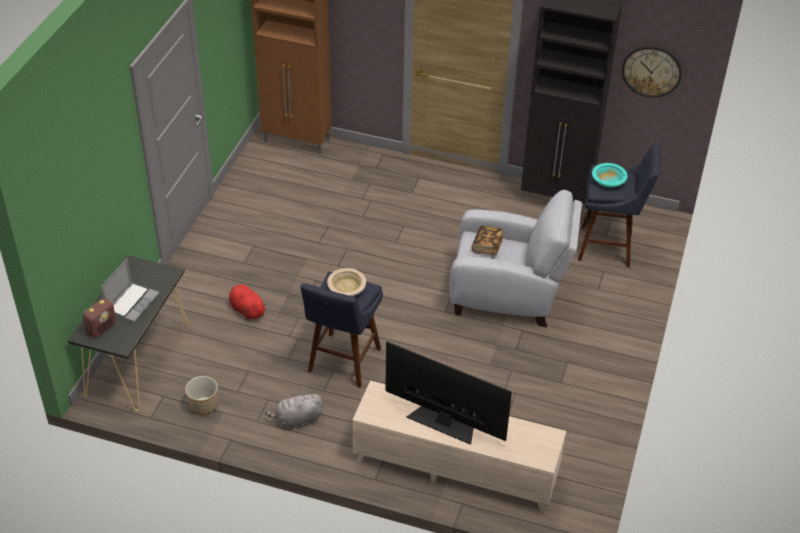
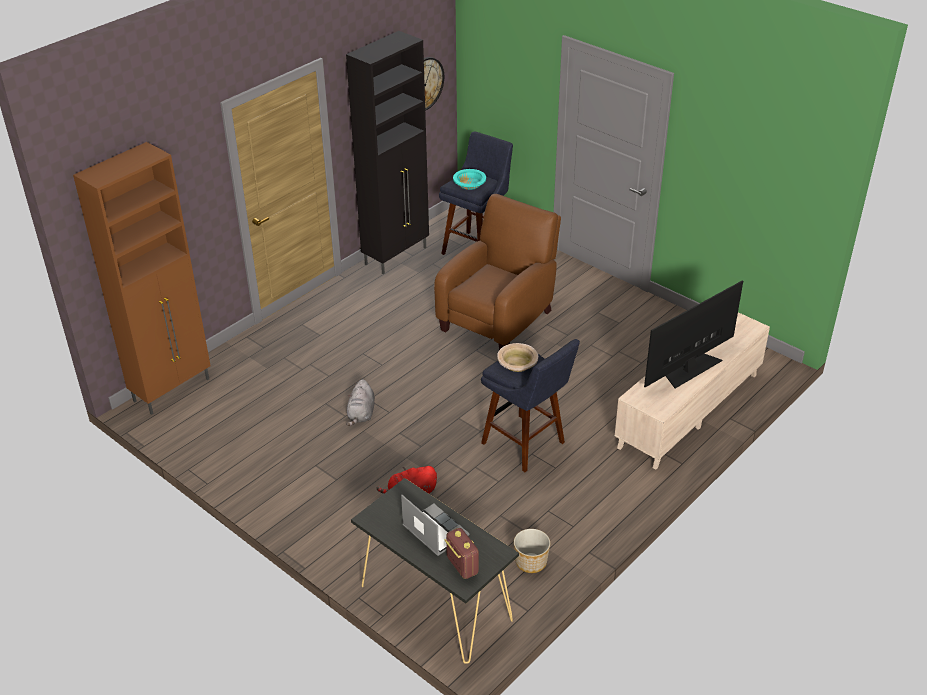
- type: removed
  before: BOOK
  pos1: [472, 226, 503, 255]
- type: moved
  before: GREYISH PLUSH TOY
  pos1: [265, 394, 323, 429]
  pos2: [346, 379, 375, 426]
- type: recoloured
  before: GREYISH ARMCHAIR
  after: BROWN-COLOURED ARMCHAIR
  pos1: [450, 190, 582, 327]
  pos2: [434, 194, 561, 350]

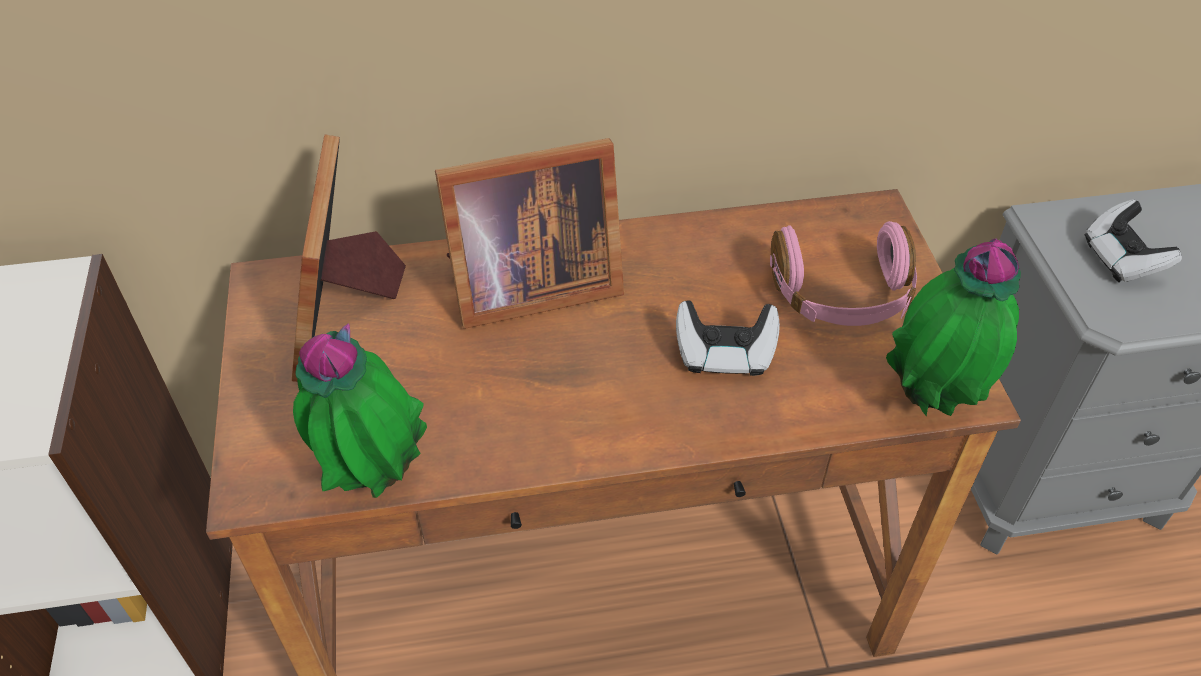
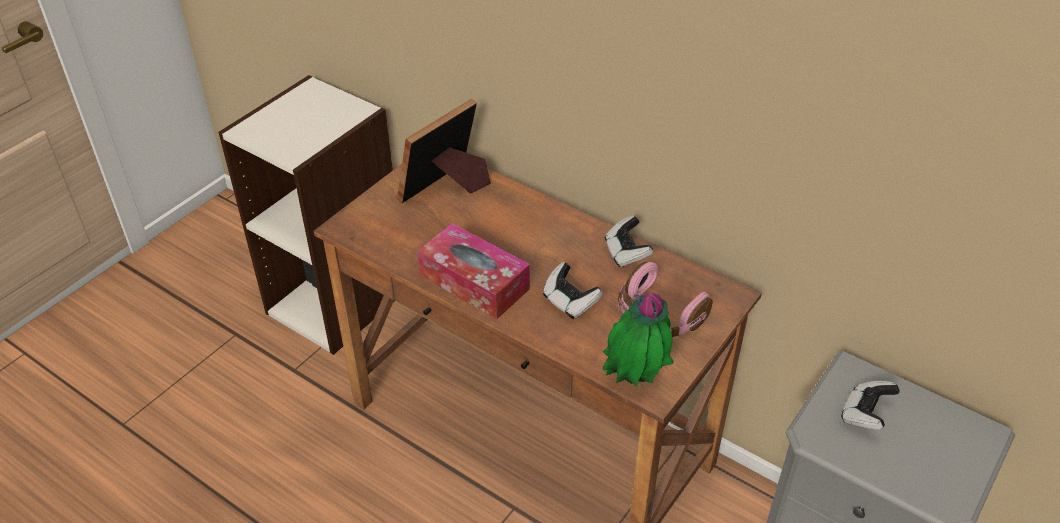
- type: removed
  before: PLANT IN A POT
  pos1: [293, 323, 427, 498]
- type: removed
  before: STANDING FRAME
  pos1: [435, 138, 624, 329]
- type: added
  after: BOX OF TISSUES
  pos2: [417, 223, 530, 319]
- type: added
  after: JOYPAD
  pos2: [605, 216, 653, 267]

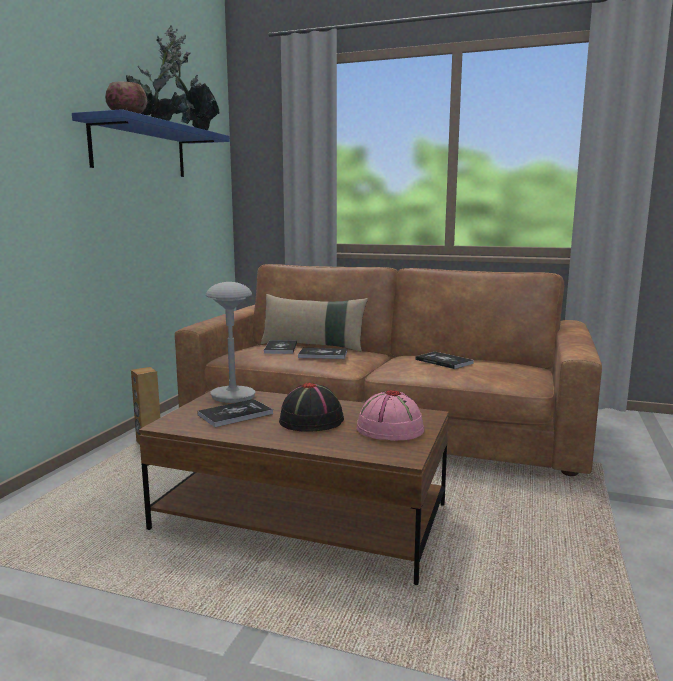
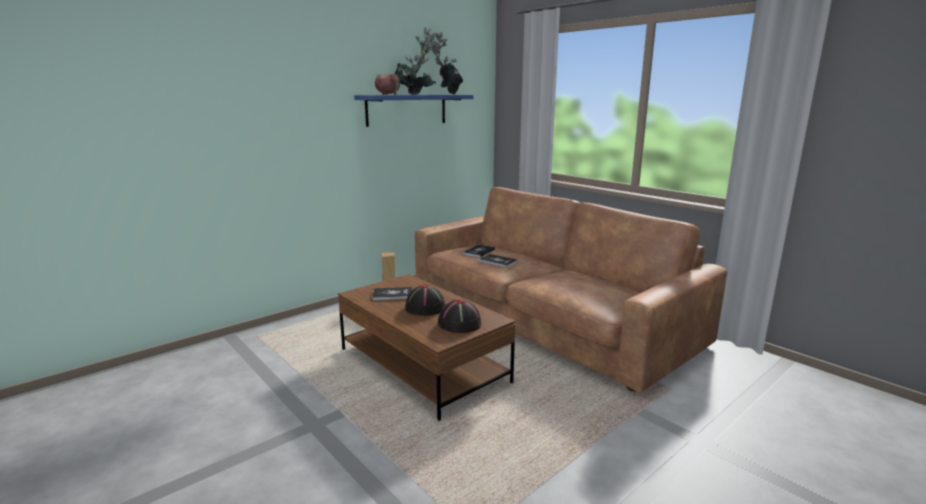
- type: removed
  before: GREYISH LAMP FOR A TABLE
  pos1: [206, 282, 256, 403]
- type: removed
  before: BEIGE PILLOW
  pos1: [261, 294, 368, 351]
- type: removed
  before: BOOK
  pos1: [415, 352, 474, 369]
- type: recoloured
  before: PINK HAT
  after: BLACK-COLOURED HAT
  pos1: [357, 390, 424, 441]
  pos2: [438, 299, 481, 333]

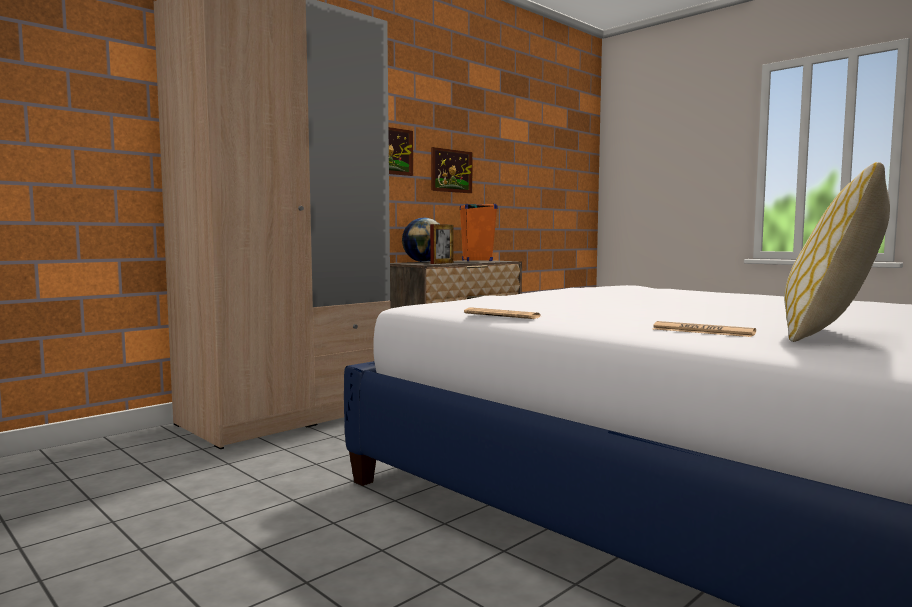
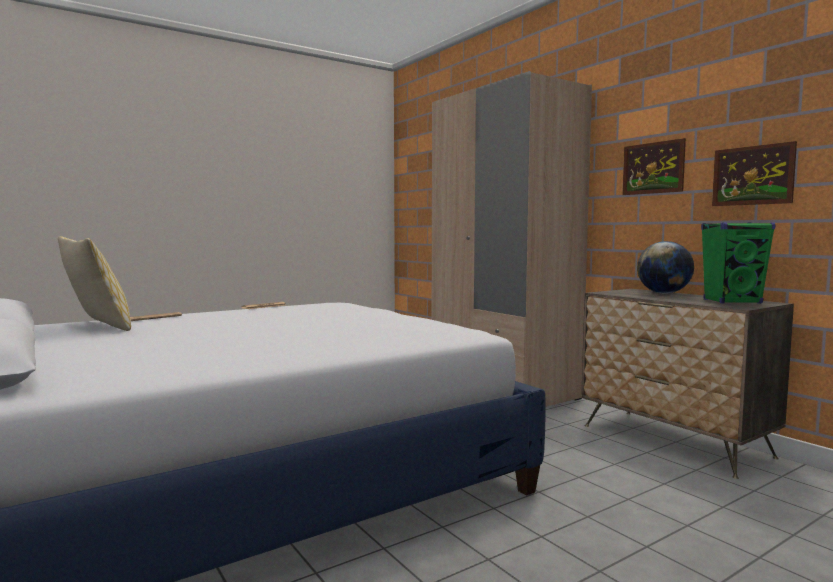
- type: removed
  before: STANDING FRAME
  pos1: [430, 224, 454, 264]
- type: recoloured
  before: ORANGE SPEAKER
  after: GREEN SPEAKER
  pos1: [460, 204, 498, 261]
  pos2: [701, 222, 776, 304]

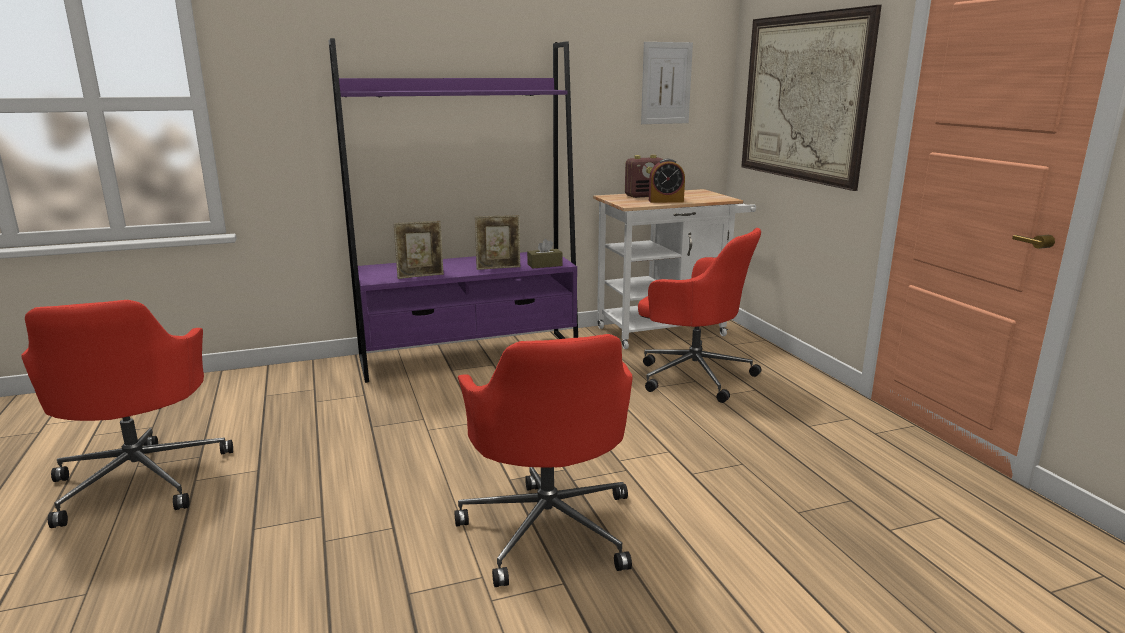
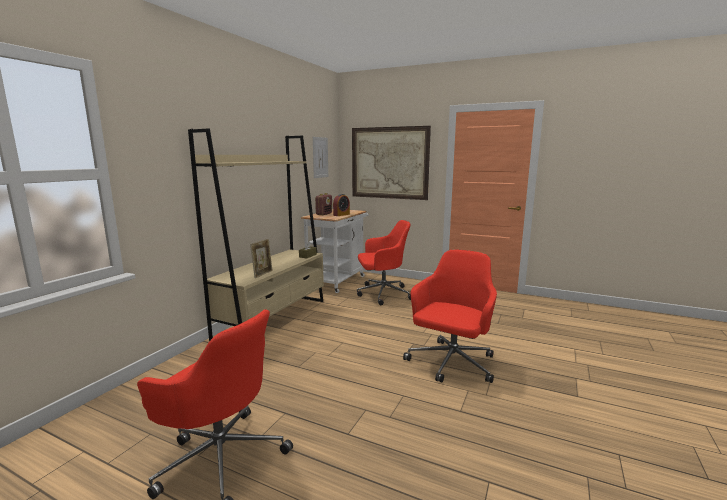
- type: removed
  before: STANDING FRAME
  pos1: [475, 215, 520, 270]
- type: recoloured
  before: PURPLE-COLOURED SHELVING UNIT
  after: BEIGE SHELVING UNIT
  pos1: [329, 38, 578, 383]
  pos2: [188, 128, 324, 341]
- type: turned
  before: RED-COLOURED OFFICE CHAIR
  pos1: [455, 334, 633, 587]
  pos2: [403, 250, 497, 383]
  turn: -90

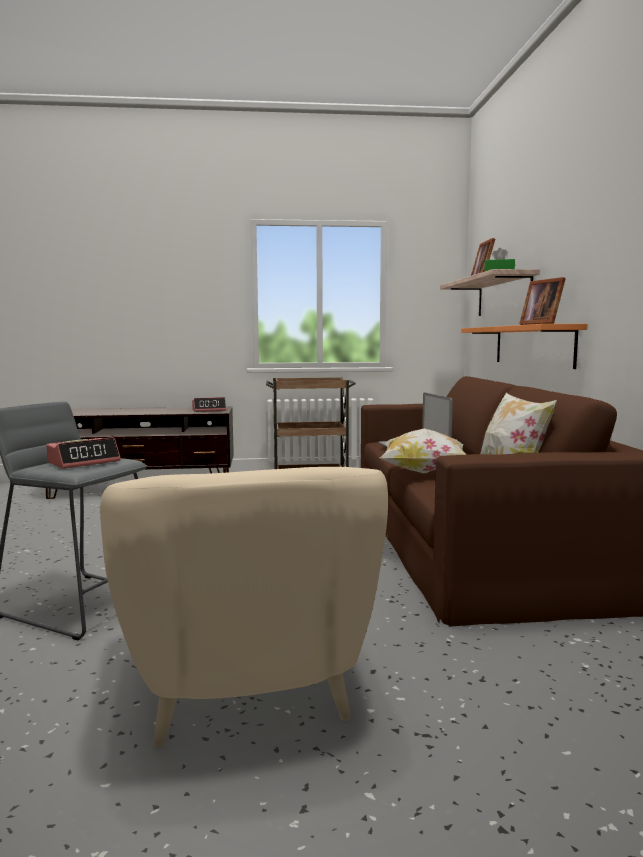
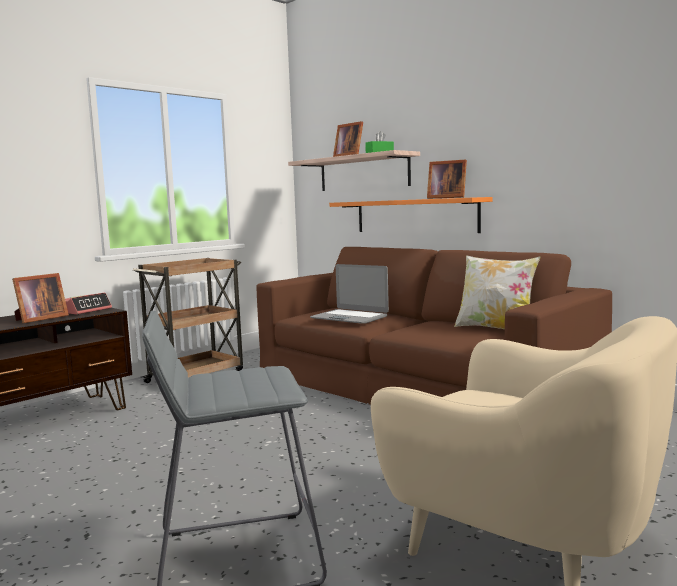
- type: removed
  before: TABLE CLOCK
  pos1: [46, 437, 121, 469]
- type: removed
  before: PILLOW
  pos1: [380, 429, 466, 473]
- type: added
  after: STANDING FRAME
  pos2: [12, 273, 69, 323]

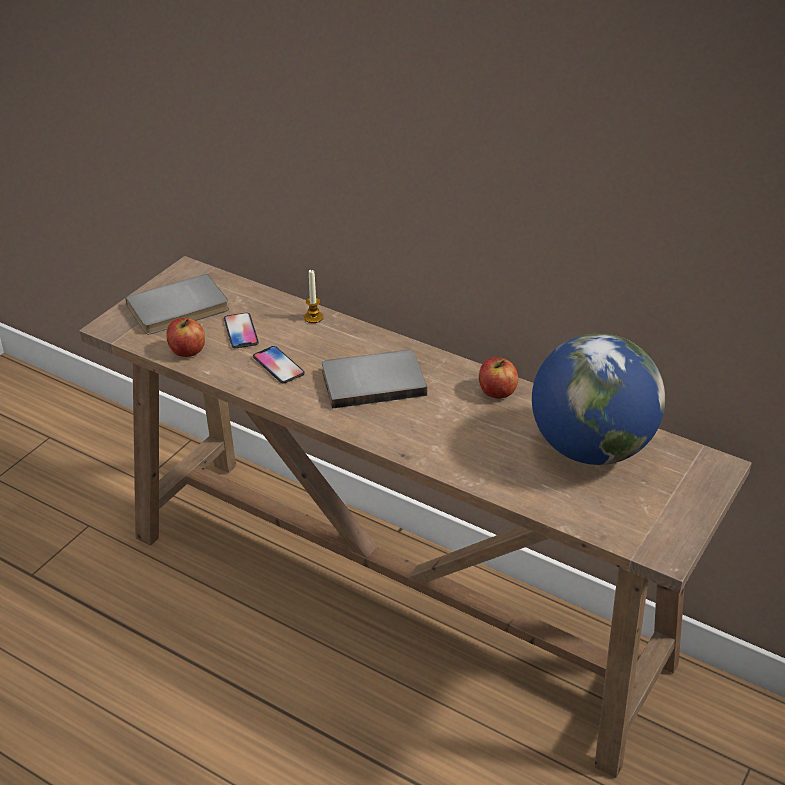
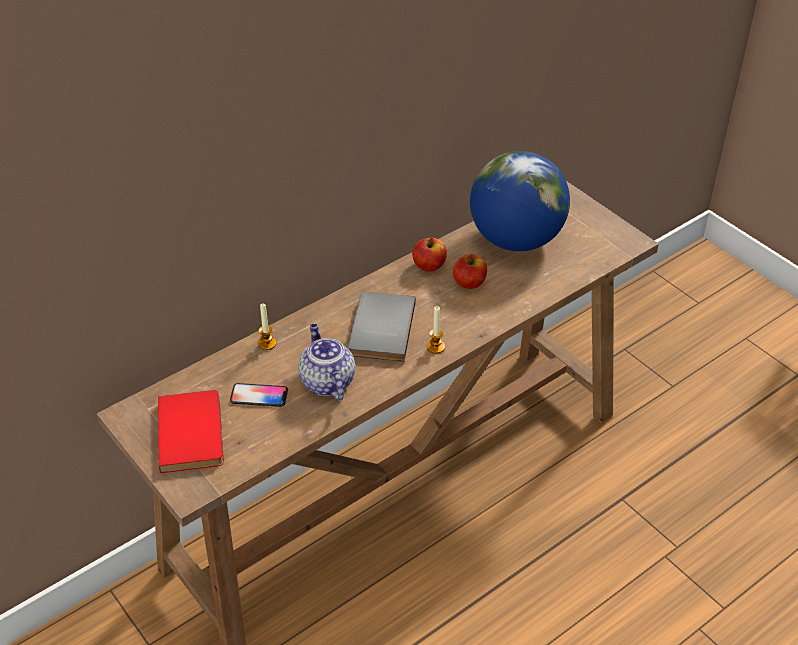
- type: added
  after: CANDLE
  pos2: [427, 306, 445, 354]
- type: moved
  before: APPLE FRUIT
  pos1: [166, 318, 205, 357]
  pos2: [453, 254, 487, 289]
- type: replaced
  before: TELEPHONE
  after: POT FOR TEA
  pos1: [253, 346, 305, 384]
  pos2: [298, 324, 355, 401]
- type: recoloured
  before: GREYISH BOOK
  after: RED-COLOURED BOOK
  pos1: [125, 274, 229, 334]
  pos2: [158, 390, 224, 473]

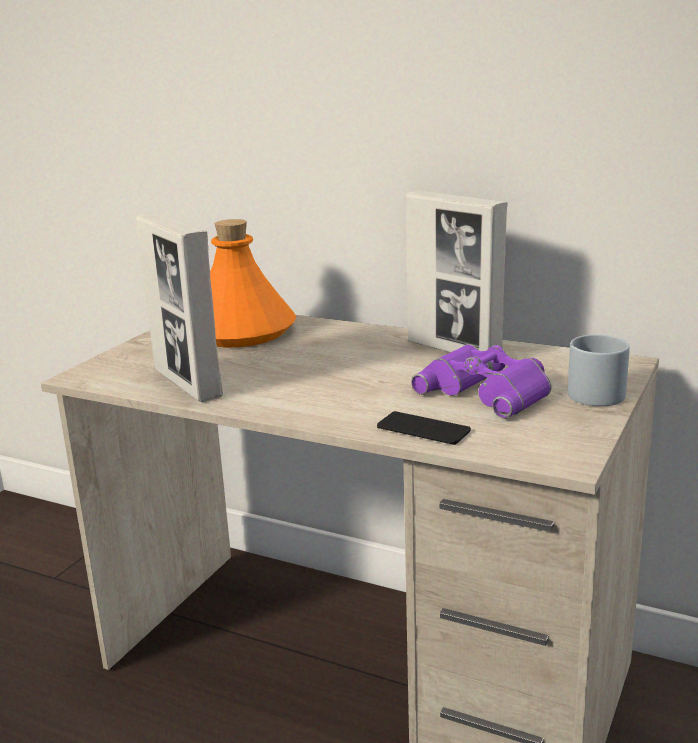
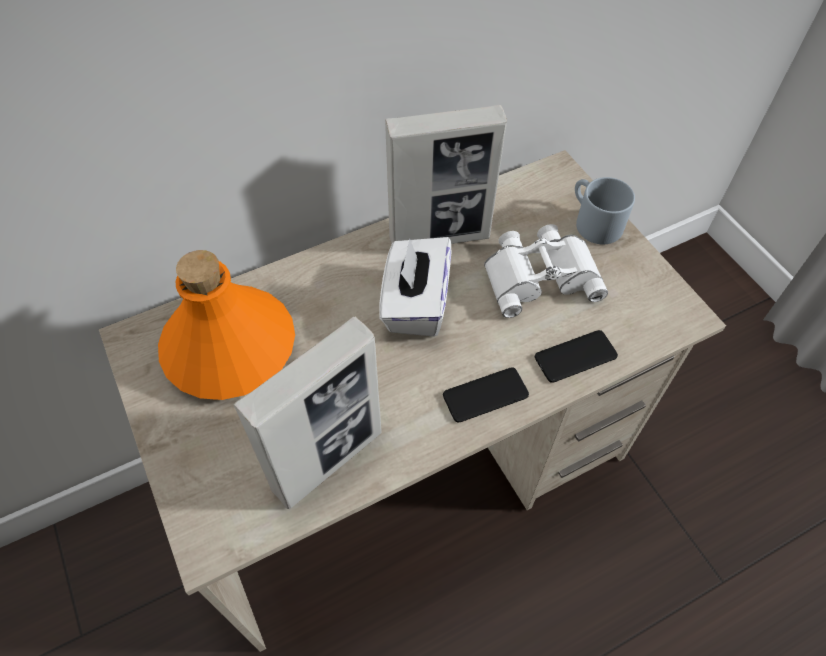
- type: added
  after: WHITE-COLOURED BOX OF TISSUES
  pos2: [380, 237, 451, 337]
- type: added
  after: TELEPHONE
  pos2: [443, 367, 529, 422]
- type: recoloured
  before: PURPLE-COLOURED FIELD GLASSES
  after: WHITE-COLOURED FIELD GLASSES
  pos1: [411, 344, 551, 419]
  pos2: [484, 224, 608, 318]
- type: turned
  before: STANDING FRAME
  pos1: [136, 212, 223, 402]
  pos2: [234, 316, 382, 509]
  turn: -45

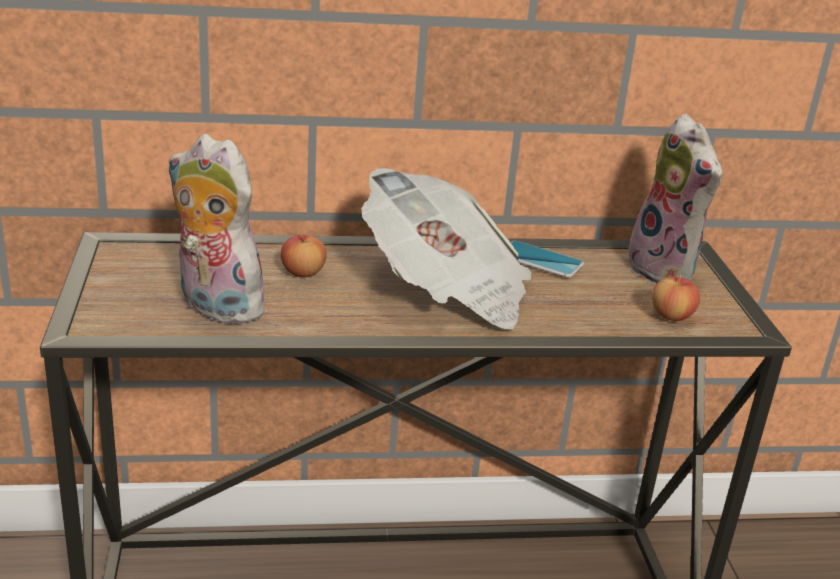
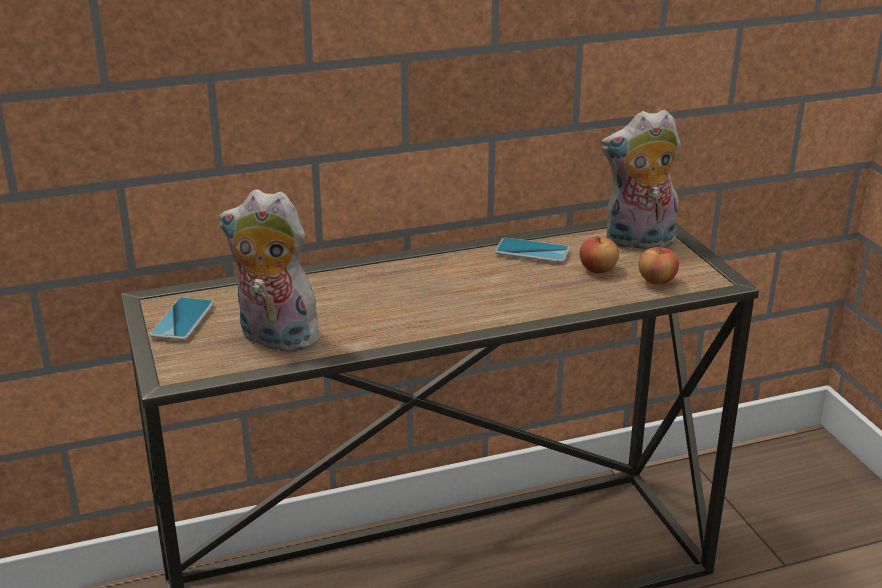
- type: removed
  before: DAILY PAPER
  pos1: [361, 167, 532, 329]
- type: added
  after: TELEPHONE
  pos2: [150, 297, 214, 340]
- type: moved
  before: APPLE FRUIT
  pos1: [281, 233, 327, 277]
  pos2: [580, 235, 619, 273]
- type: turned
  before: PLUSH TOY
  pos1: [623, 114, 722, 284]
  pos2: [601, 109, 681, 249]
  turn: 120

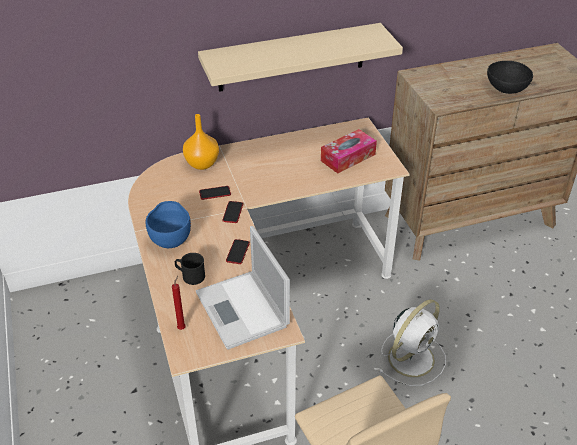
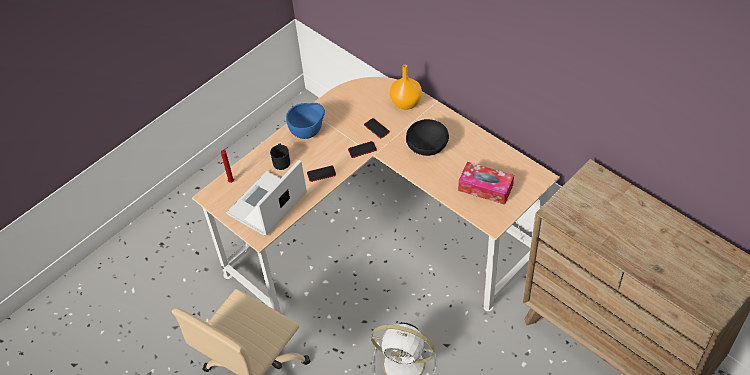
- type: removed
  before: BEIGE WALL SHELF
  pos1: [198, 23, 403, 92]
- type: moved
  before: BLACK-COLOURED SERVING BOWL
  pos1: [487, 61, 533, 94]
  pos2: [406, 119, 449, 156]

